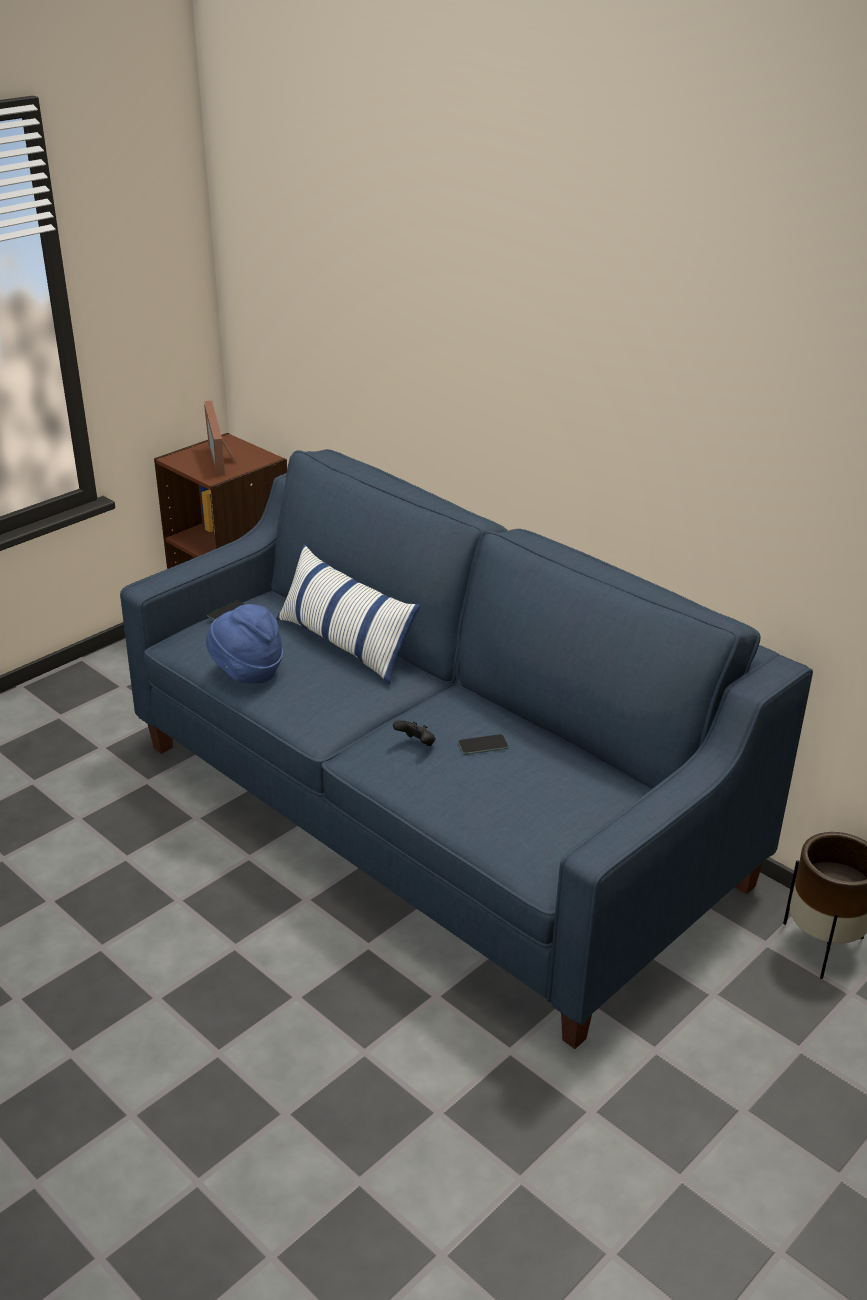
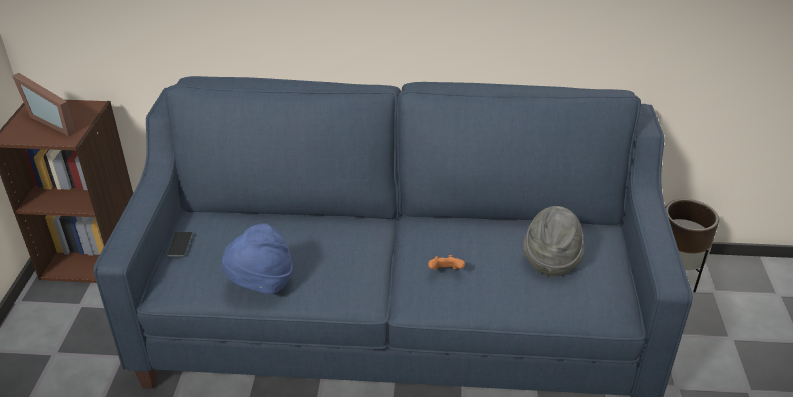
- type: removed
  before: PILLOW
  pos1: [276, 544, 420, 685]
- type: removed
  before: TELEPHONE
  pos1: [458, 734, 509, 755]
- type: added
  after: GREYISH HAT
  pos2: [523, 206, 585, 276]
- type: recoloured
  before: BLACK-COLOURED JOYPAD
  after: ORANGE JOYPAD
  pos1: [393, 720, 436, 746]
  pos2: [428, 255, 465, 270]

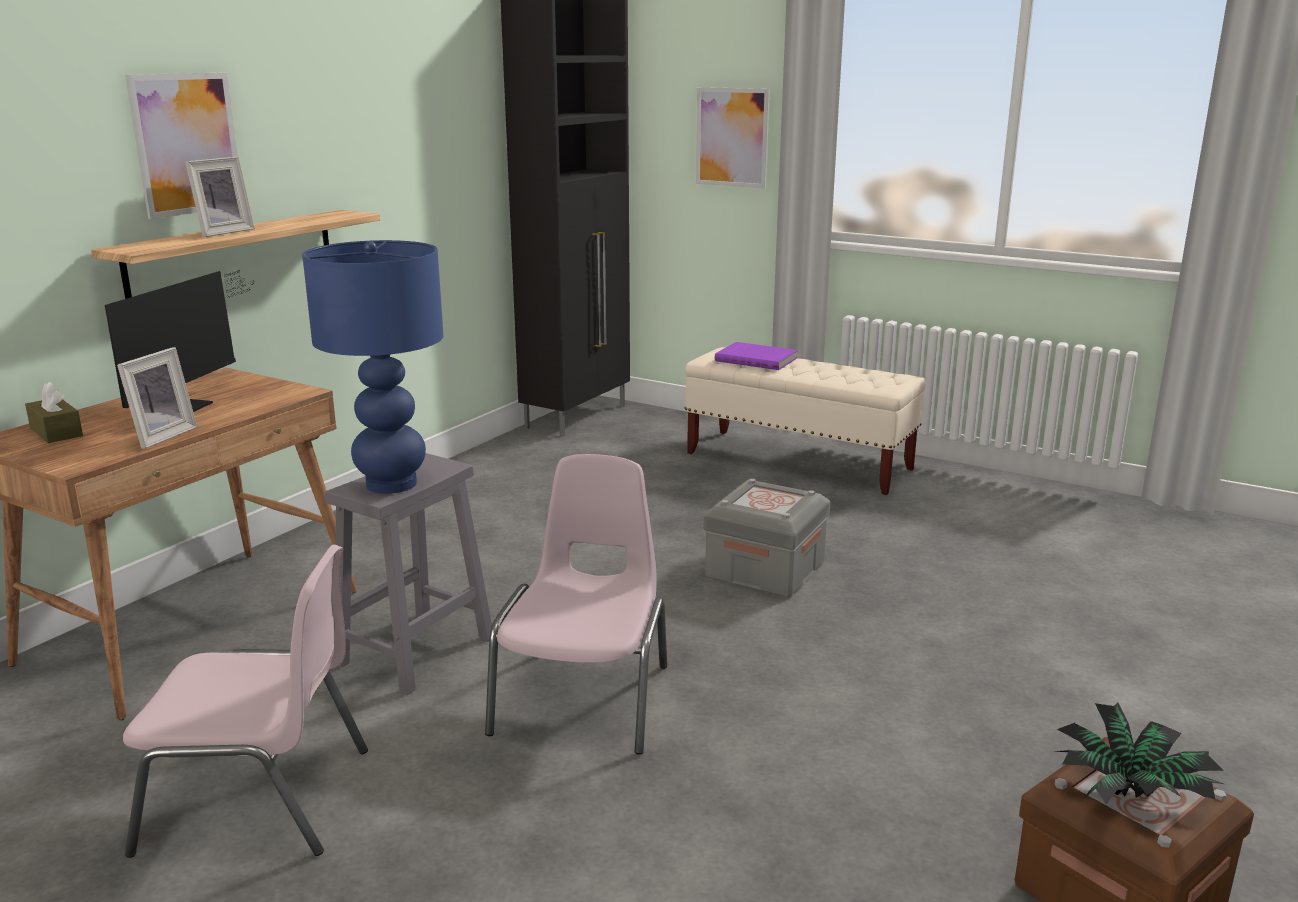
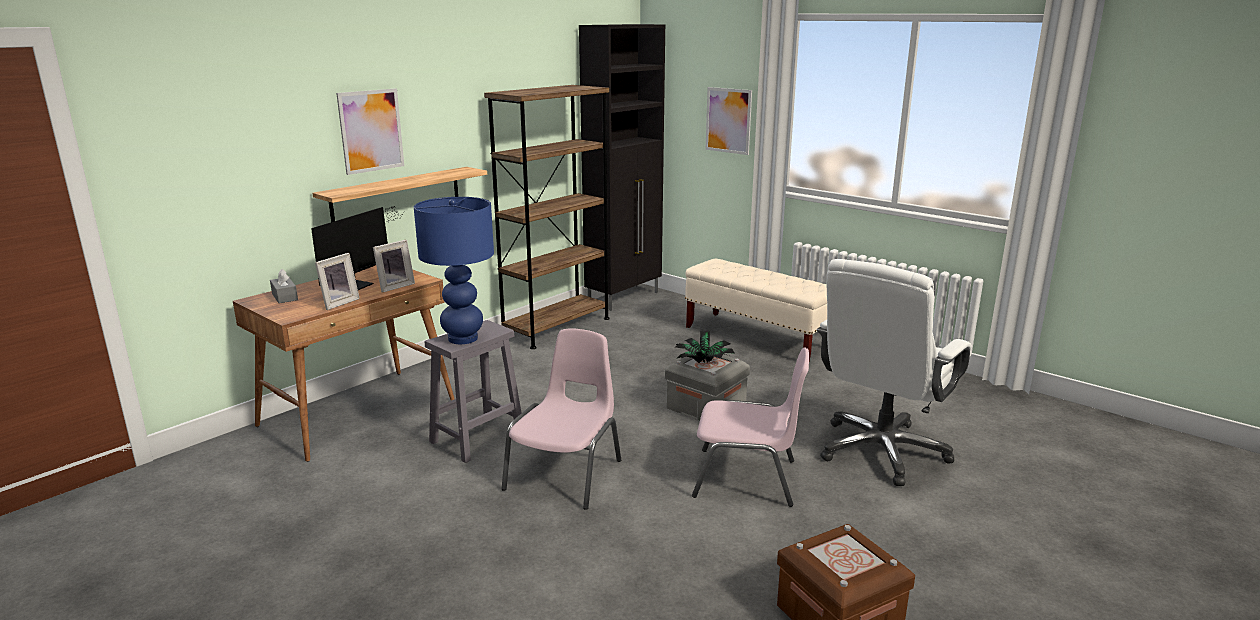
- type: removed
  before: PURPLE-COLOURED BOOK
  pos1: [715, 342, 798, 370]
- type: added
  after: BROWN-COLOURED SHELVING UNIT
  pos2: [484, 85, 610, 349]
- type: added
  after: WHITE-COLOURED OFFICE CHAIR
  pos2: [817, 259, 972, 486]
- type: moved
  before: PINK PLAIN CHAIR
  pos1: [123, 545, 368, 858]
  pos2: [692, 347, 809, 507]
- type: moved
  before: STANDING FRAME
  pos1: [185, 157, 255, 237]
  pos2: [373, 240, 415, 293]
- type: moved
  before: PLANT IN A POT
  pos1: [1052, 703, 1224, 804]
  pos2: [675, 331, 735, 363]
- type: recoloured
  before: BROWN-COLOURED BOX OF TISSUES
  after: GREYISH BOX OF TISSUES
  pos1: [25, 382, 83, 443]
  pos2: [270, 269, 298, 303]

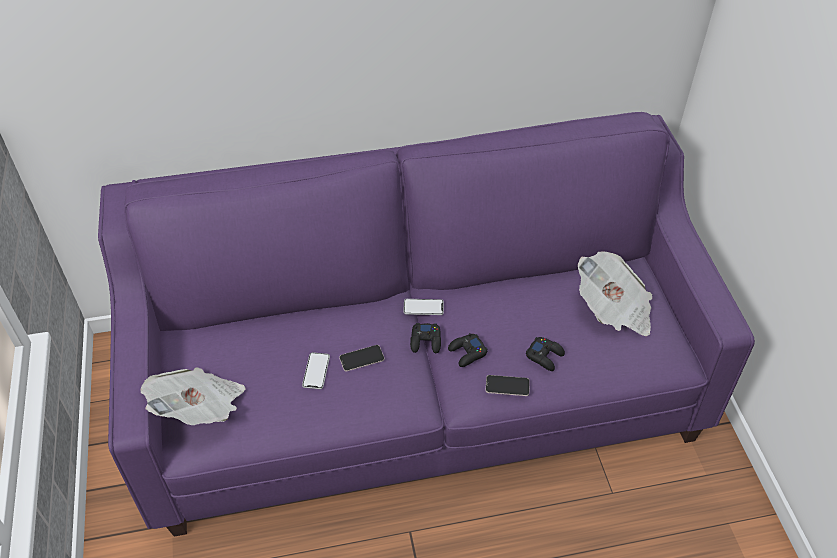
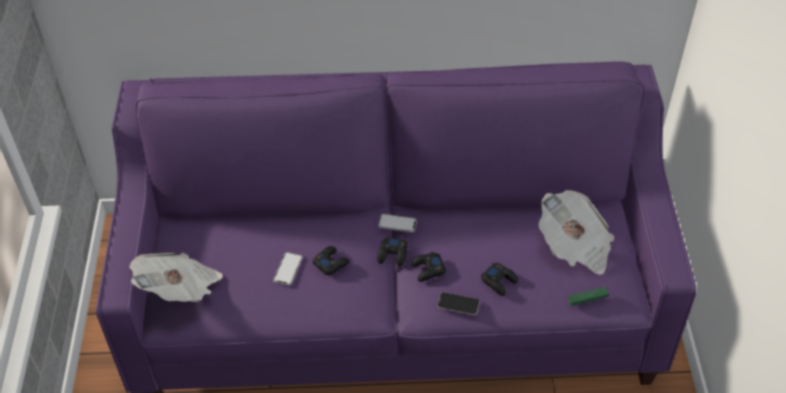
- type: added
  after: GREEN JOYPAD
  pos2: [568, 287, 609, 306]
- type: replaced
  before: TELEPHONE
  after: BLACK-COLOURED JOYPAD
  pos1: [339, 345, 384, 371]
  pos2: [313, 246, 349, 275]

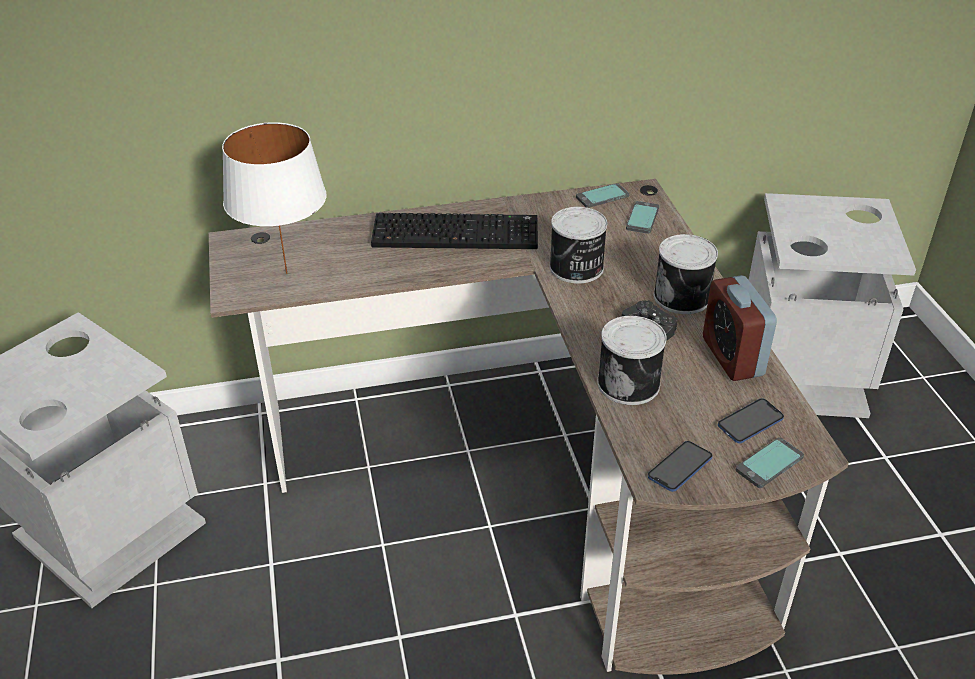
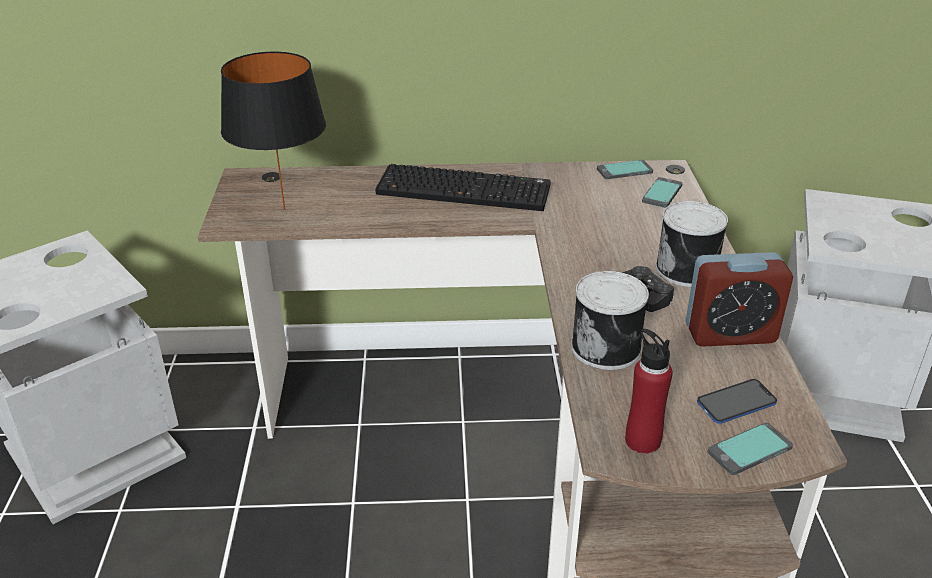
- type: removed
  before: CAN
  pos1: [549, 207, 607, 284]
- type: replaced
  before: TELEPHONE
  after: RED-COLOURED BOTTLE
  pos1: [648, 441, 713, 492]
  pos2: [625, 329, 673, 454]
- type: recoloured
  before: WHITE-COLOURED LAMP FOR A TABLE
  after: BLACK-COLOURED LAMP FOR A TABLE
  pos1: [222, 122, 327, 274]
  pos2: [221, 52, 326, 210]
- type: turned
  before: TABLE CLOCK
  pos1: [703, 275, 777, 381]
  pos2: [686, 252, 793, 347]
  turn: -90

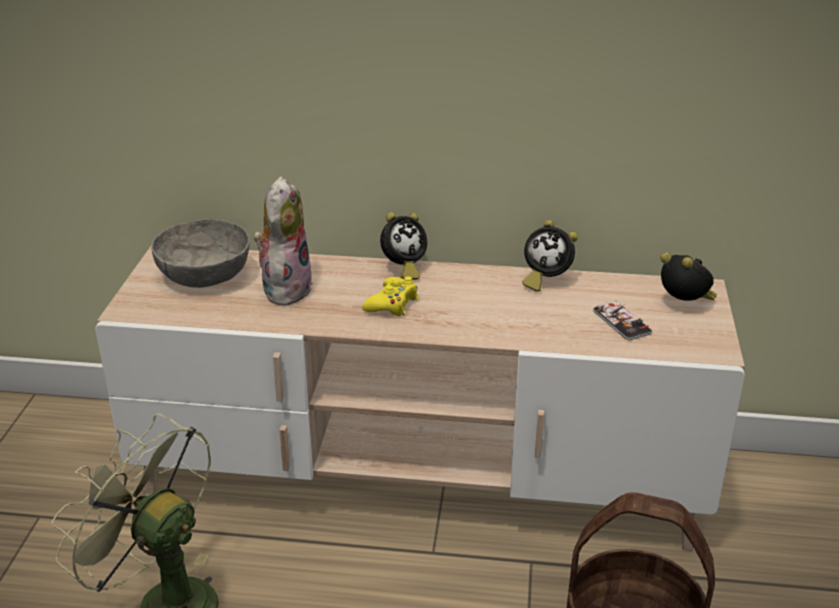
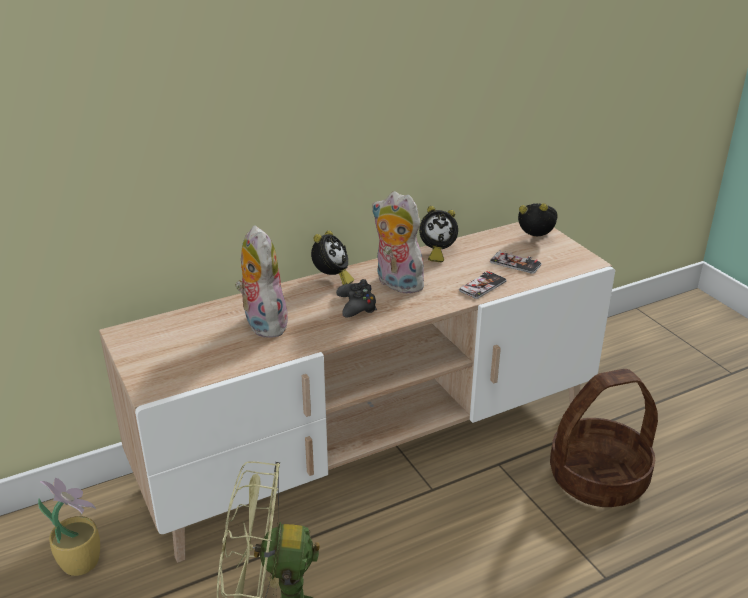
- type: removed
  before: GREYISH SERVING BOWL
  pos1: [151, 219, 250, 288]
- type: added
  after: PLANT IN A POT
  pos2: [38, 478, 100, 576]
- type: added
  after: PLUSH TOY
  pos2: [372, 191, 426, 294]
- type: added
  after: TELEPHONE
  pos2: [459, 271, 507, 299]
- type: recoloured
  before: YELLOW JOYPAD
  after: BLACK-COLOURED JOYPAD
  pos1: [362, 276, 419, 316]
  pos2: [336, 279, 377, 318]

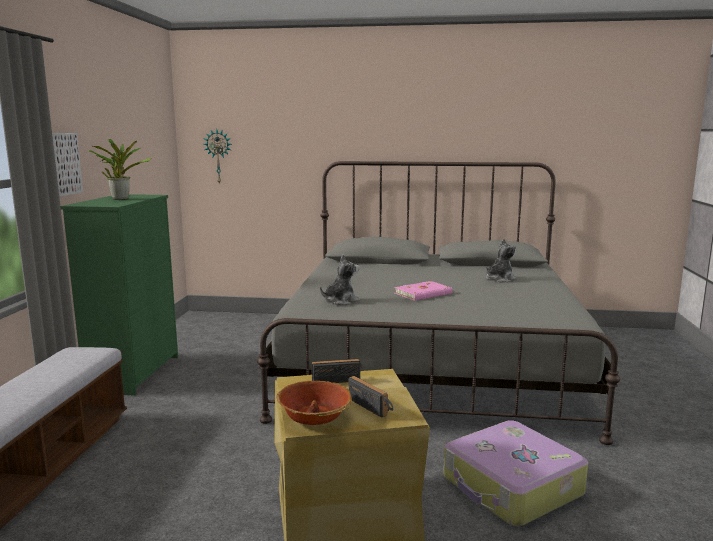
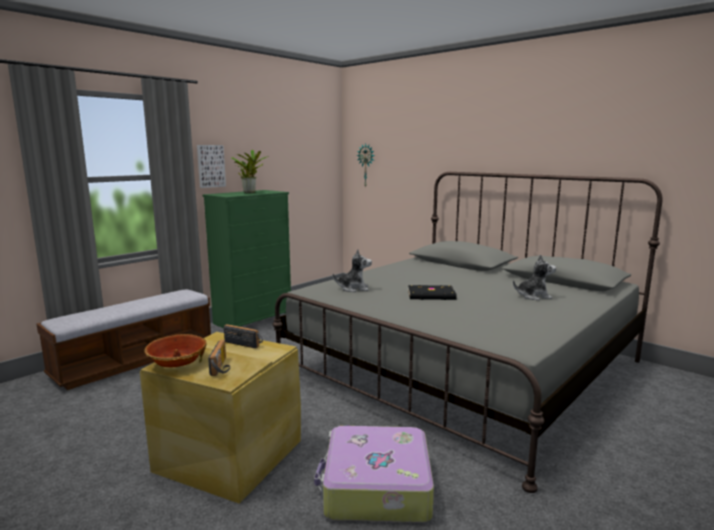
- type: recoloured
  before: PINK BOOK
  after: BLACK-COLOURED BOOK
  pos1: [394, 281, 453, 301]
  pos2: [408, 285, 457, 300]

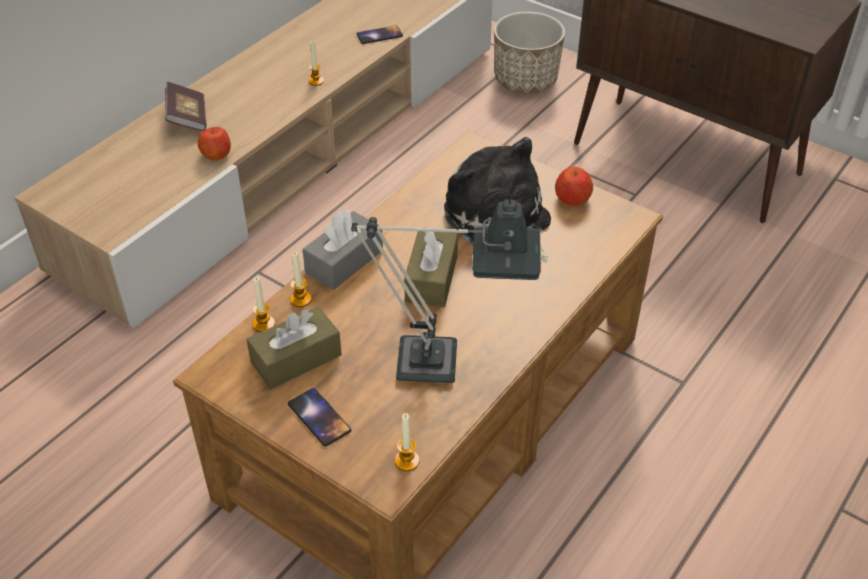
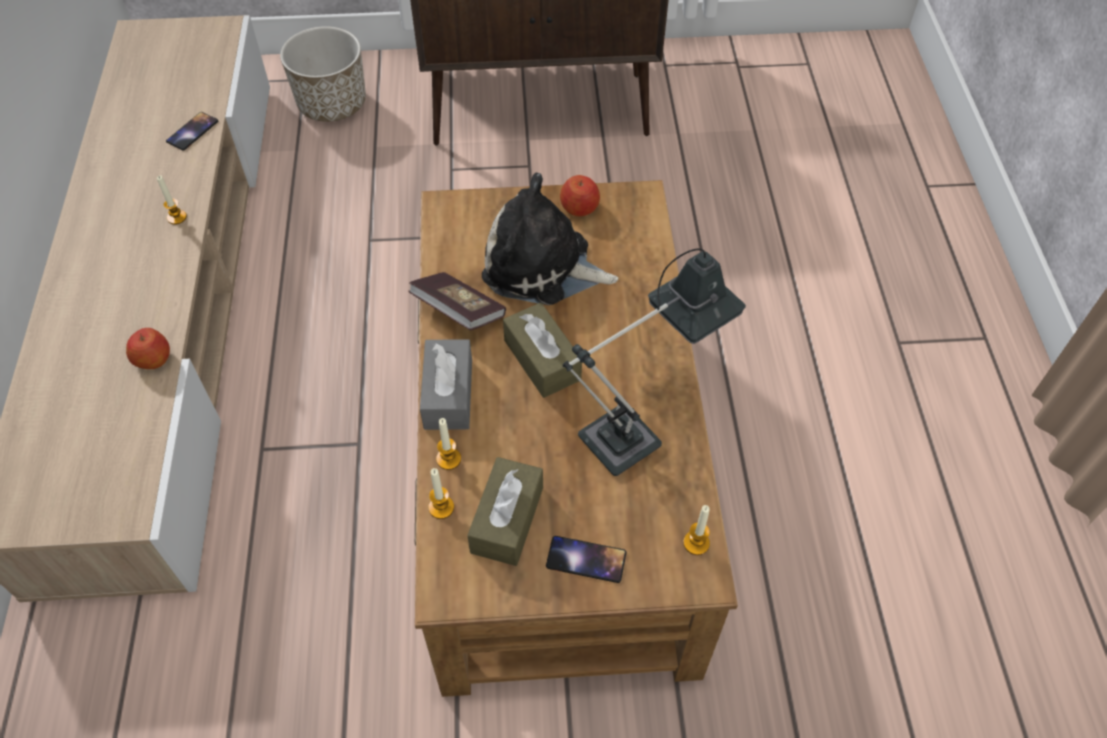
- type: moved
  before: BOOK
  pos1: [165, 82, 207, 131]
  pos2: [408, 272, 506, 330]

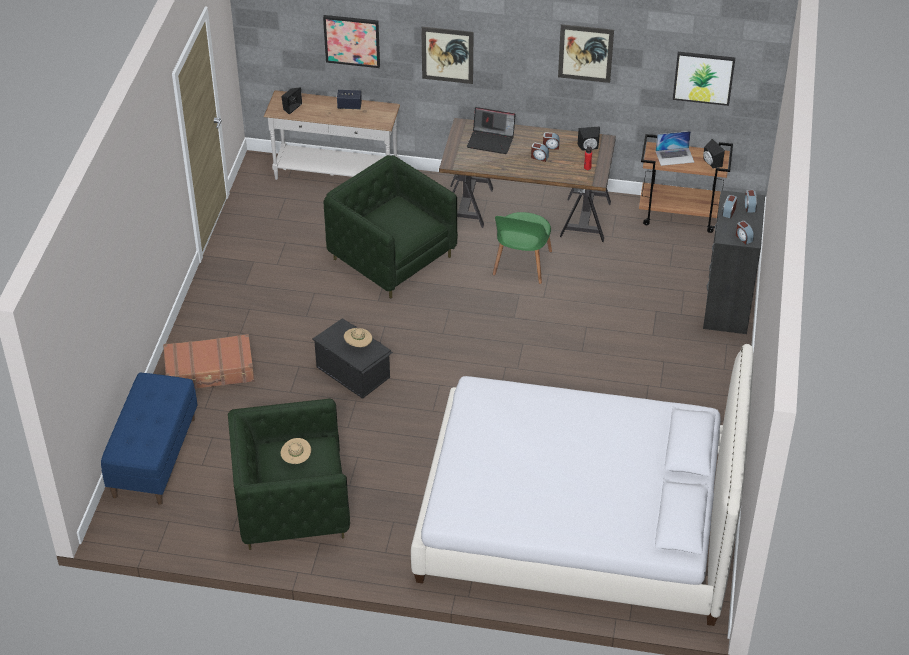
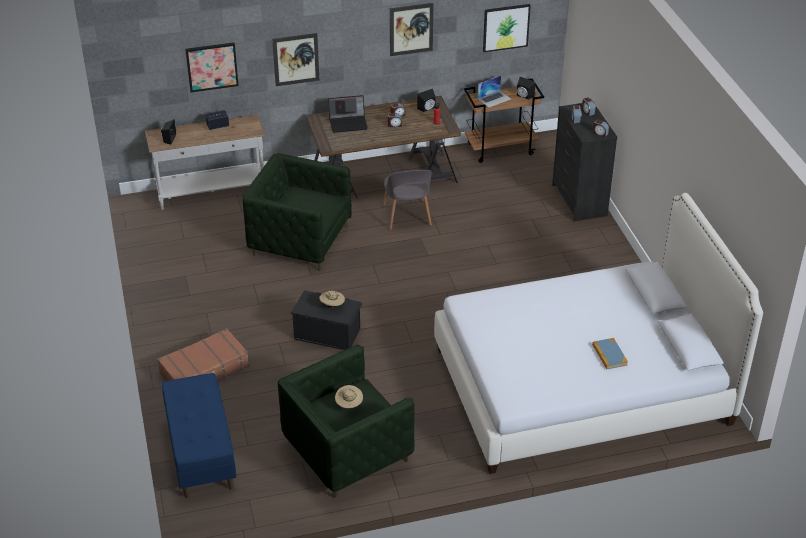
- type: added
  after: BOOK
  pos2: [592, 338, 628, 369]
- type: recoloured
  before: GREEN PLAIN CHAIR
  after: GREYISH PLAIN CHAIR
  pos1: [493, 212, 552, 284]
  pos2: [383, 170, 432, 230]

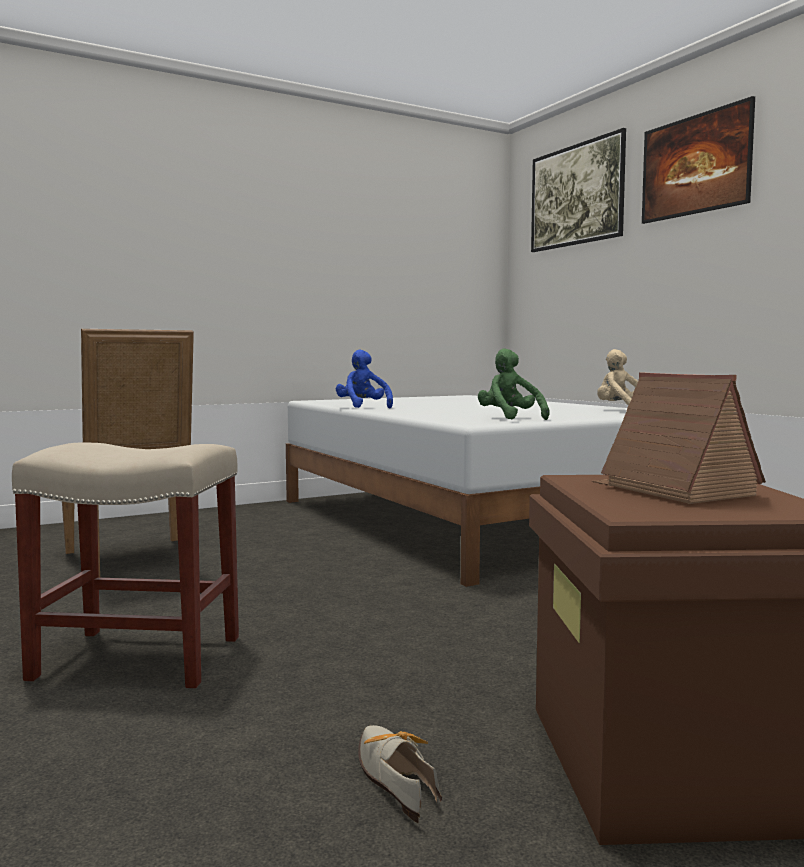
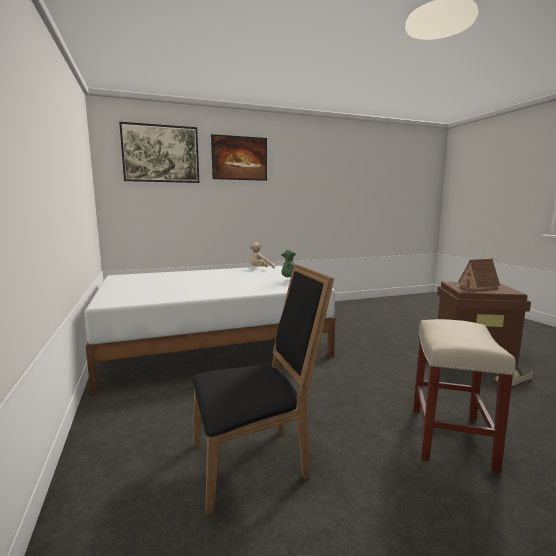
- type: removed
  before: BLUE PLUSH TOY
  pos1: [336, 350, 393, 409]

